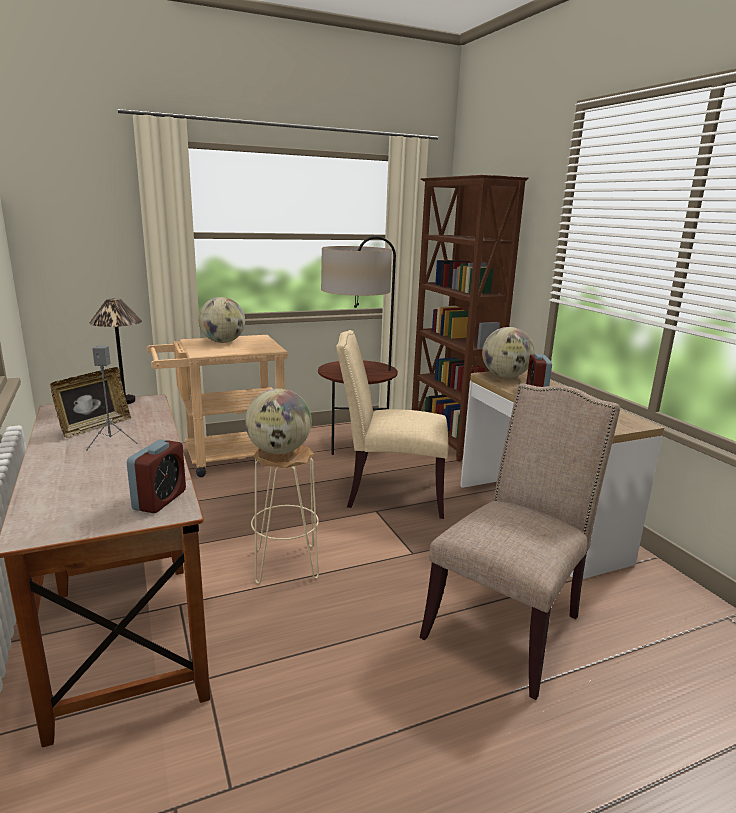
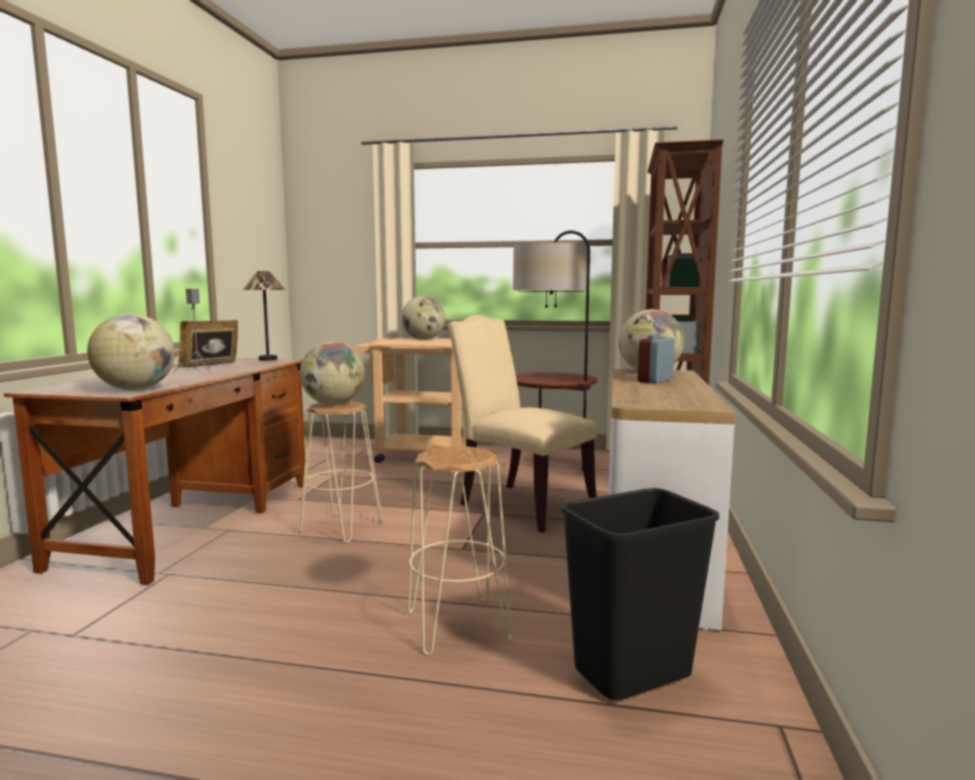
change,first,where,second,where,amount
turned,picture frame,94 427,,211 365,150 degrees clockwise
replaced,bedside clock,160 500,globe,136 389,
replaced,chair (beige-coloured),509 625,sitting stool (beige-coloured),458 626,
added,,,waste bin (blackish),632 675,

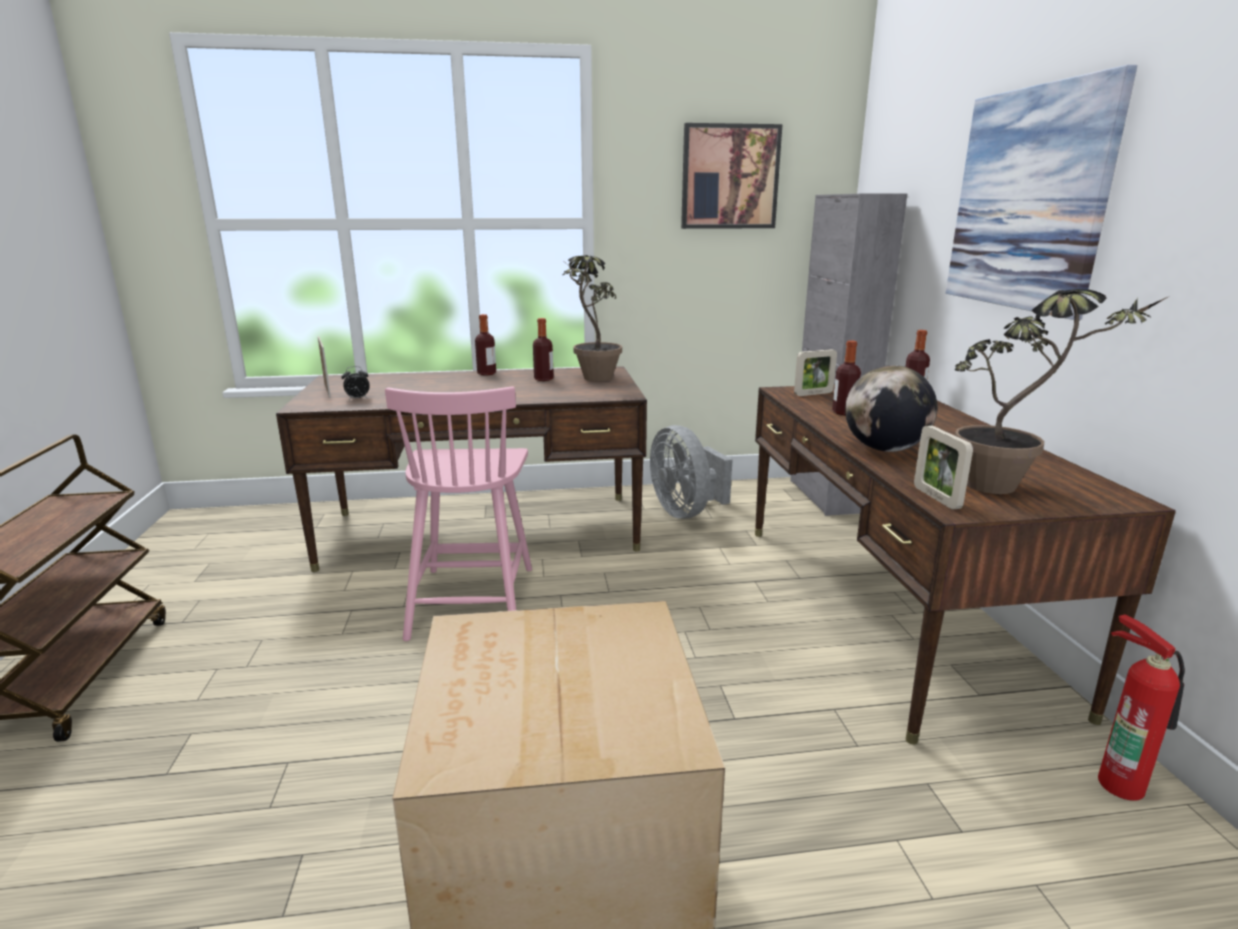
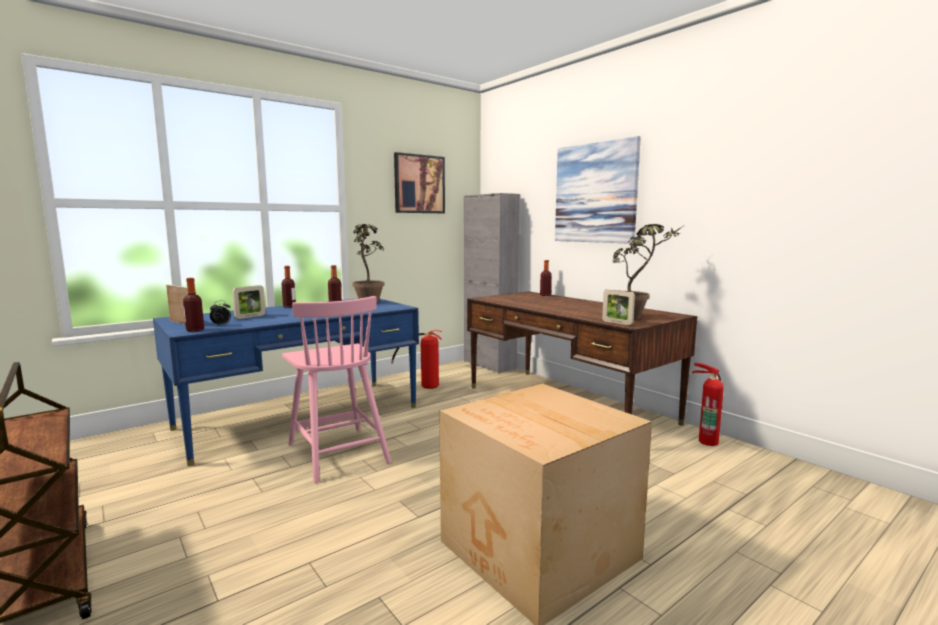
change,first,where,second,where,amount
recoloured,desk table (brown-coloured),482 531,desk table (blue),300 417,
replaced,electric fan (greyish),686 511,fire extinguisher,422 384,
moved,picture frame,813 394,,250 317,
moved,drink bottle,843 412,,195 330,
removed,globe,884 449,,,

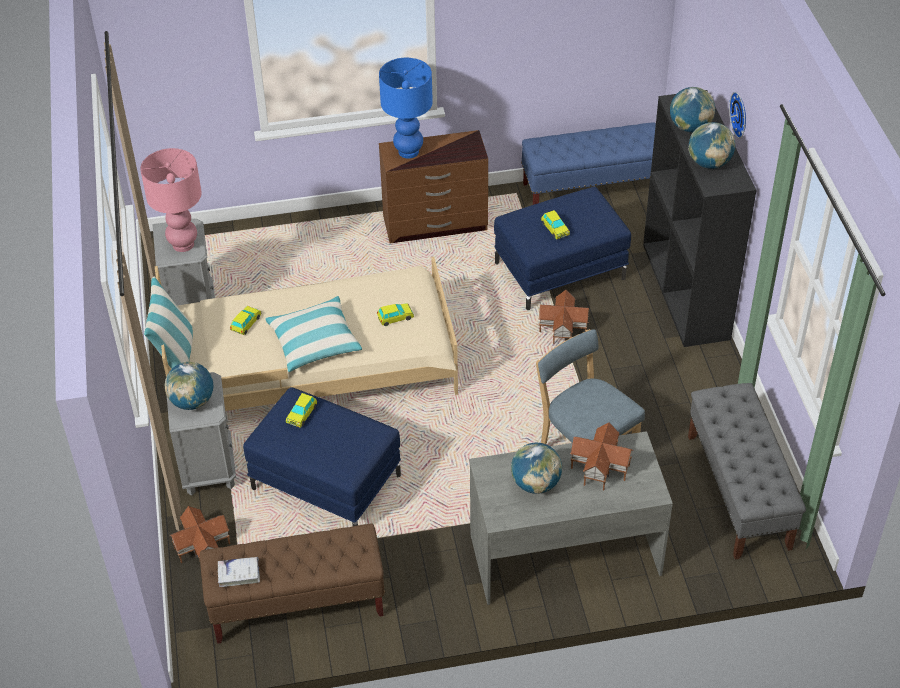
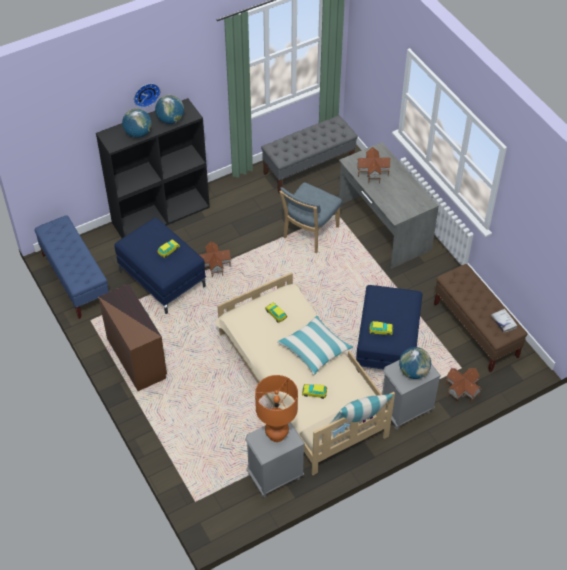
change,first,where,second,where,amount
recoloured,tabletop lamp (pinkish),183 244,tabletop lamp (orangey),276 434,
removed,tabletop lamp (blue),408 152,,,
removed,globe,535 484,,,

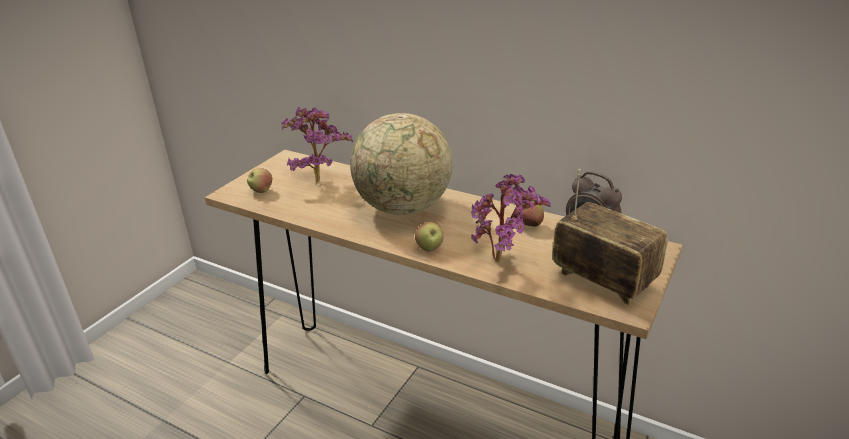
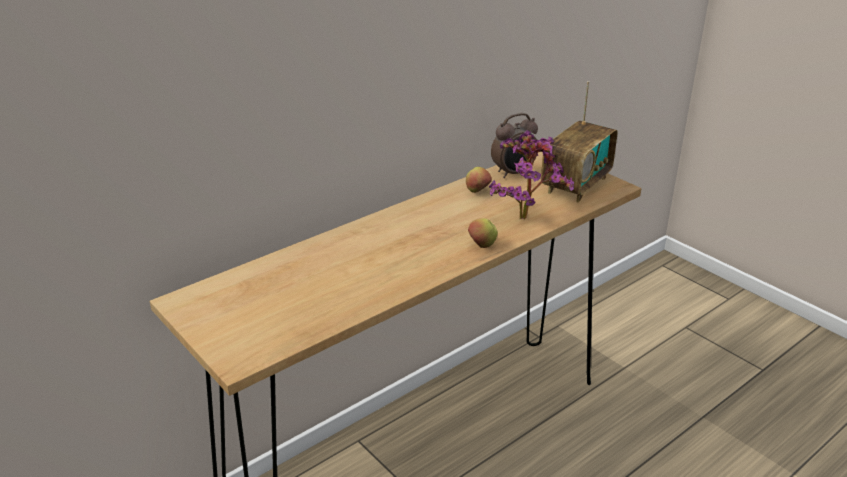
change,first,where,second,where,amount
removed,apple,262 191,,,
removed,potted plant,317 179,,,
removed,globe,404 208,,,
turned,radio set,603 280,,576 185,150 degrees clockwise

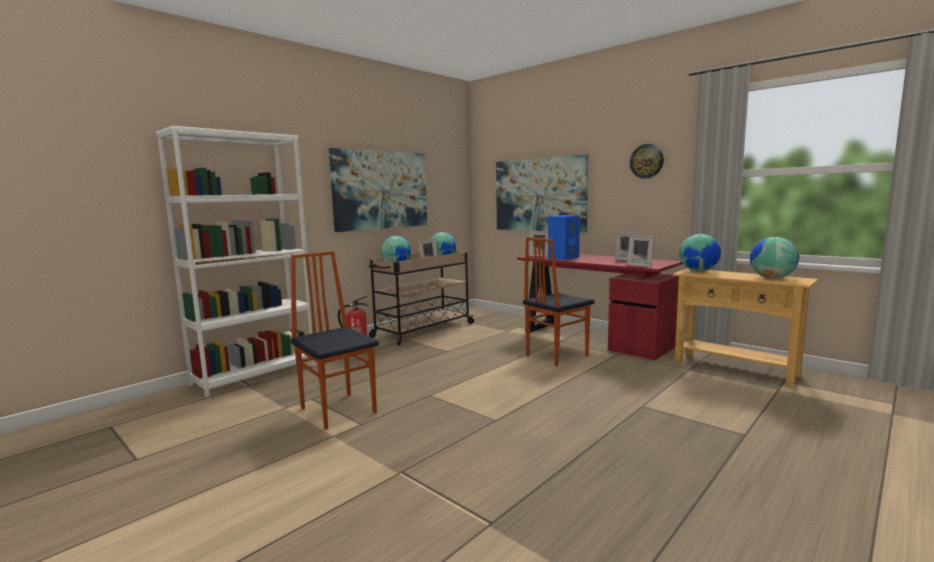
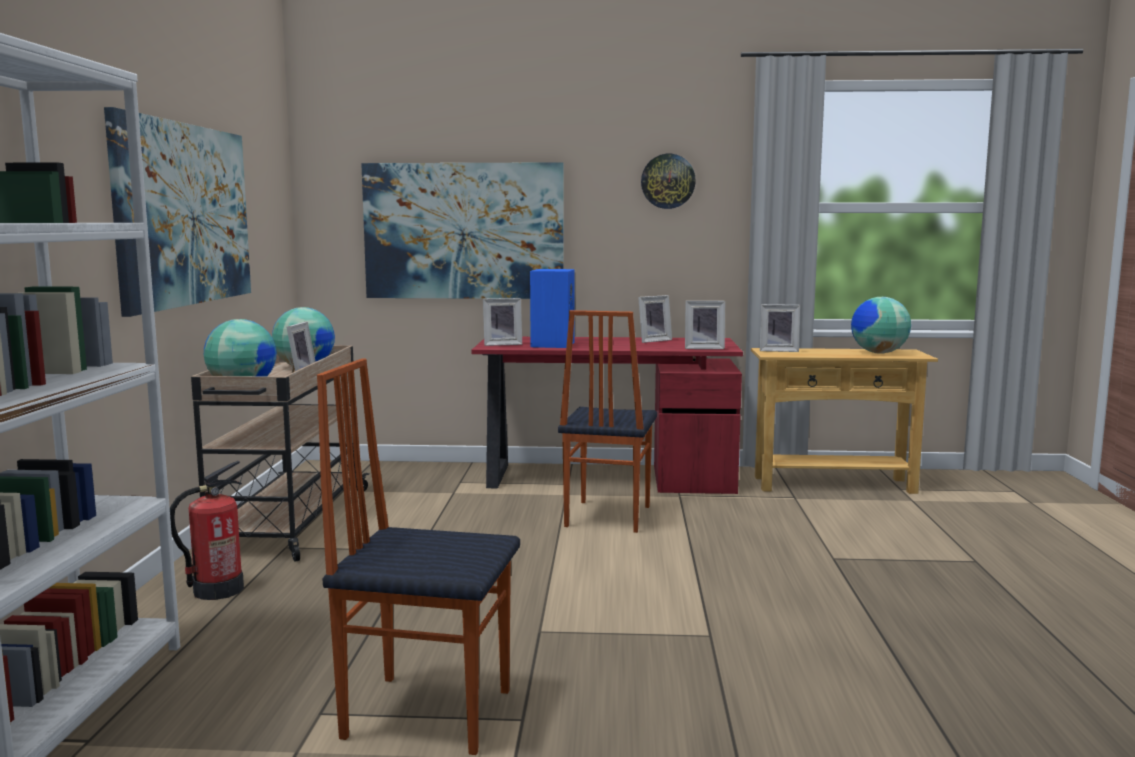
change,first,where,second,where,amount
replaced,globe,698 271,picture frame,778 350,

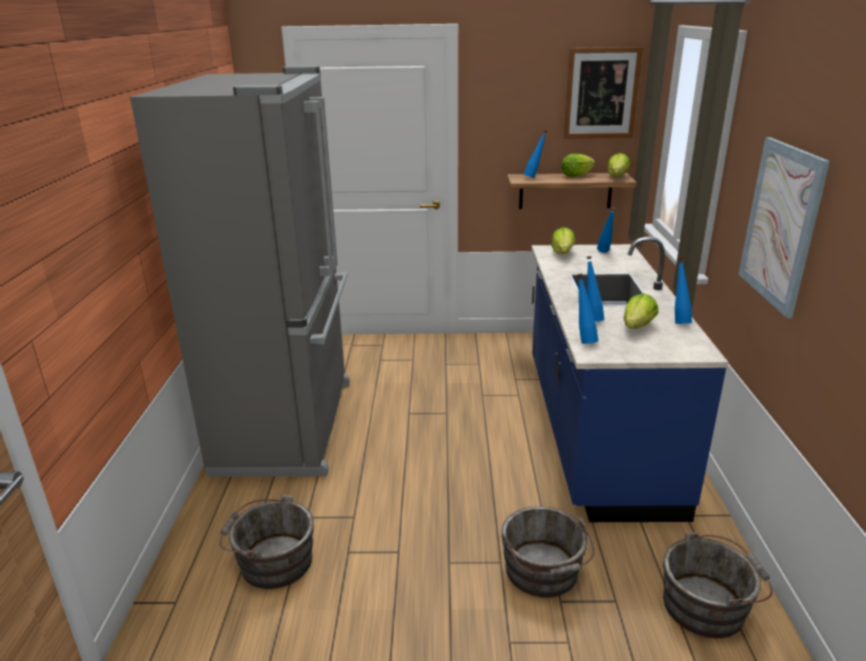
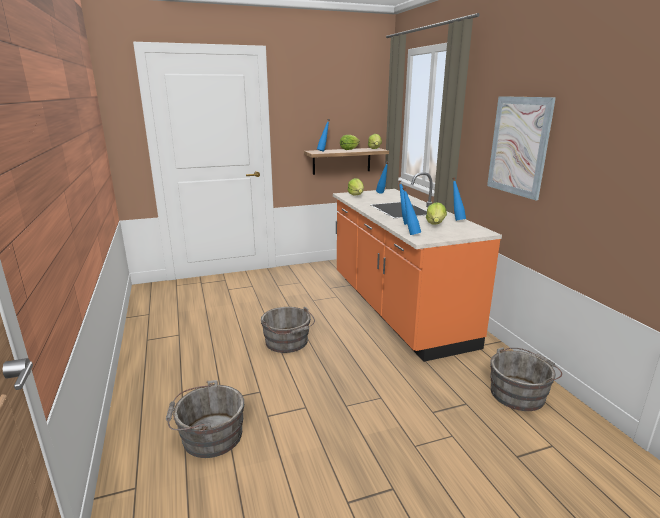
change,first,where,second,where,amount
removed,fridge (greyish),289 424,,,
moved,bucket (greyish),543 573,,288 342,
recoloured,counter (blue),595 431,counter (orangey),397 309,
removed,picture,601 93,,,

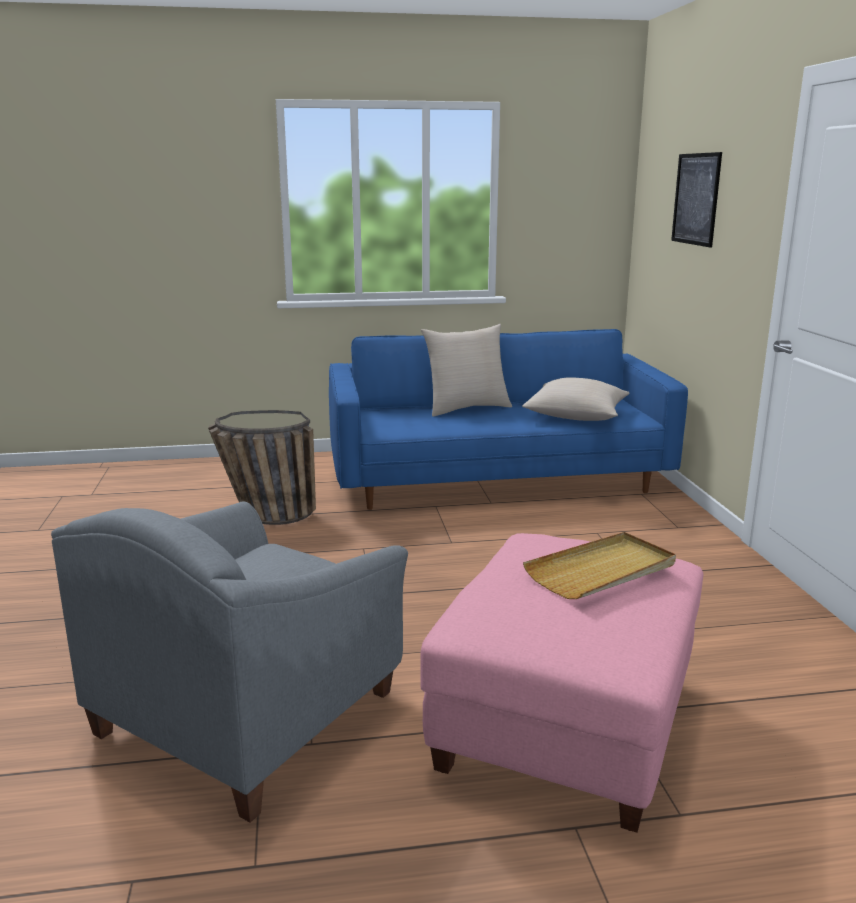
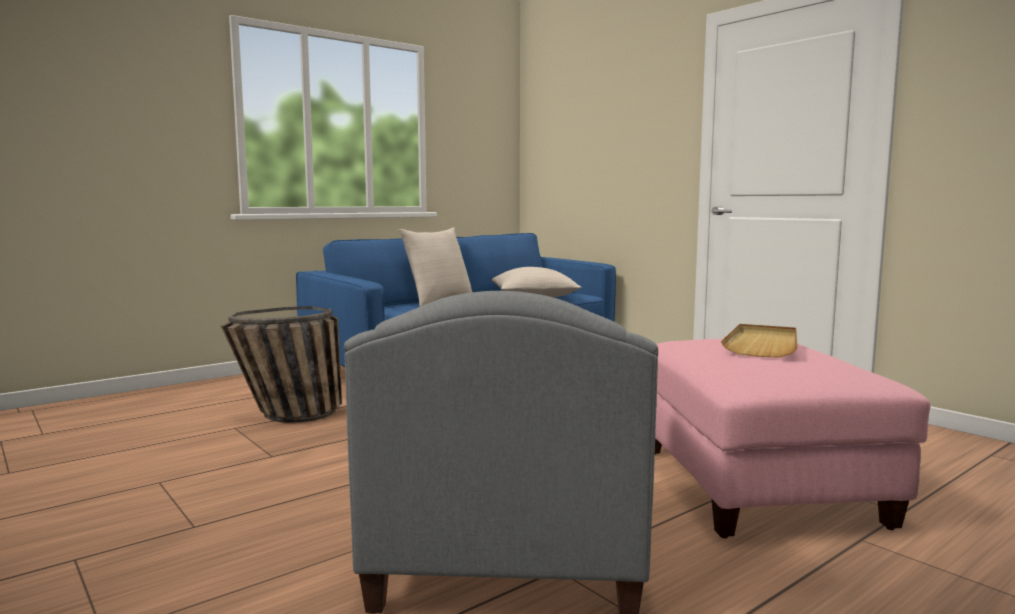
change,first,where,second,where,amount
removed,picture,696 199,,,

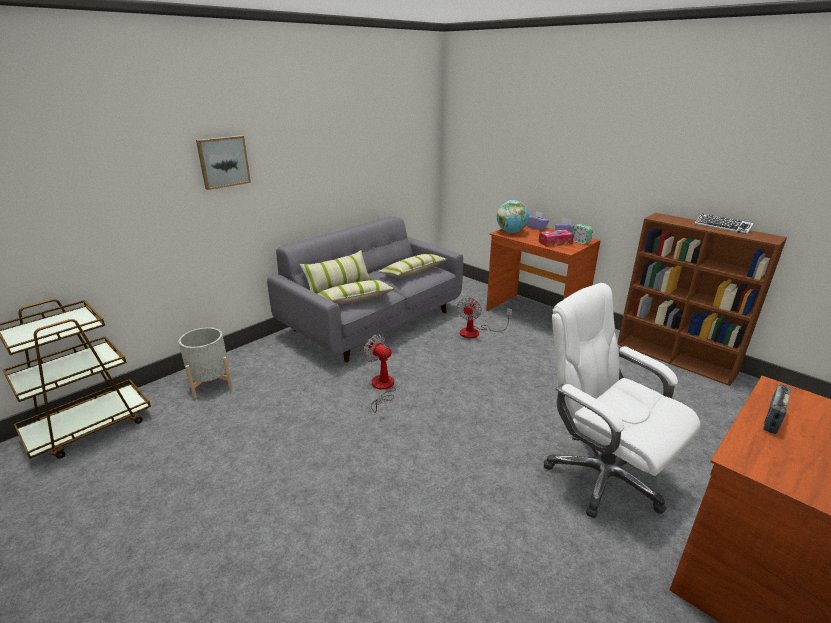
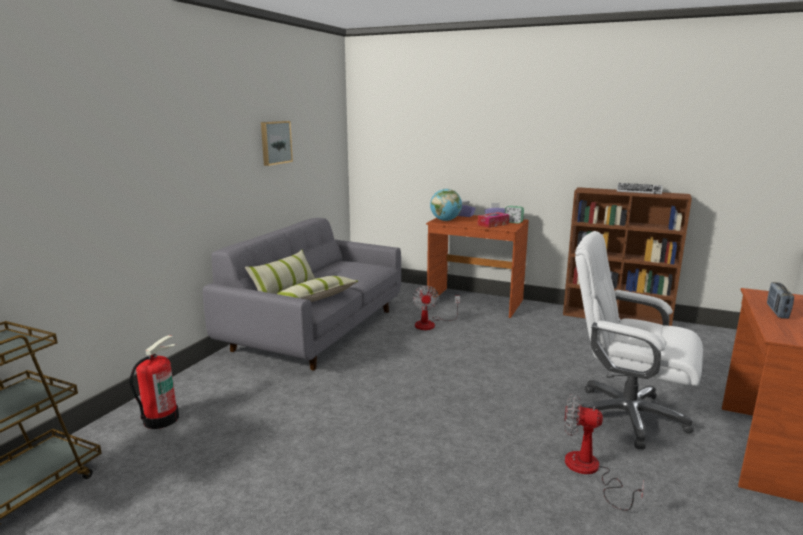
change,first,where,second,where,amount
replaced,flower pot (greyish),211 383,fire extinguisher,161 419,
moved,picture,223 162,,275 142,
moved,electric fan,382 388,,589 471,
removed,throw pillow,413 272,,,

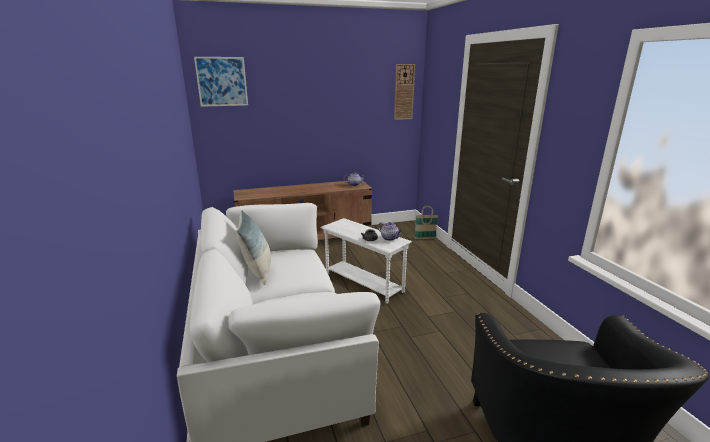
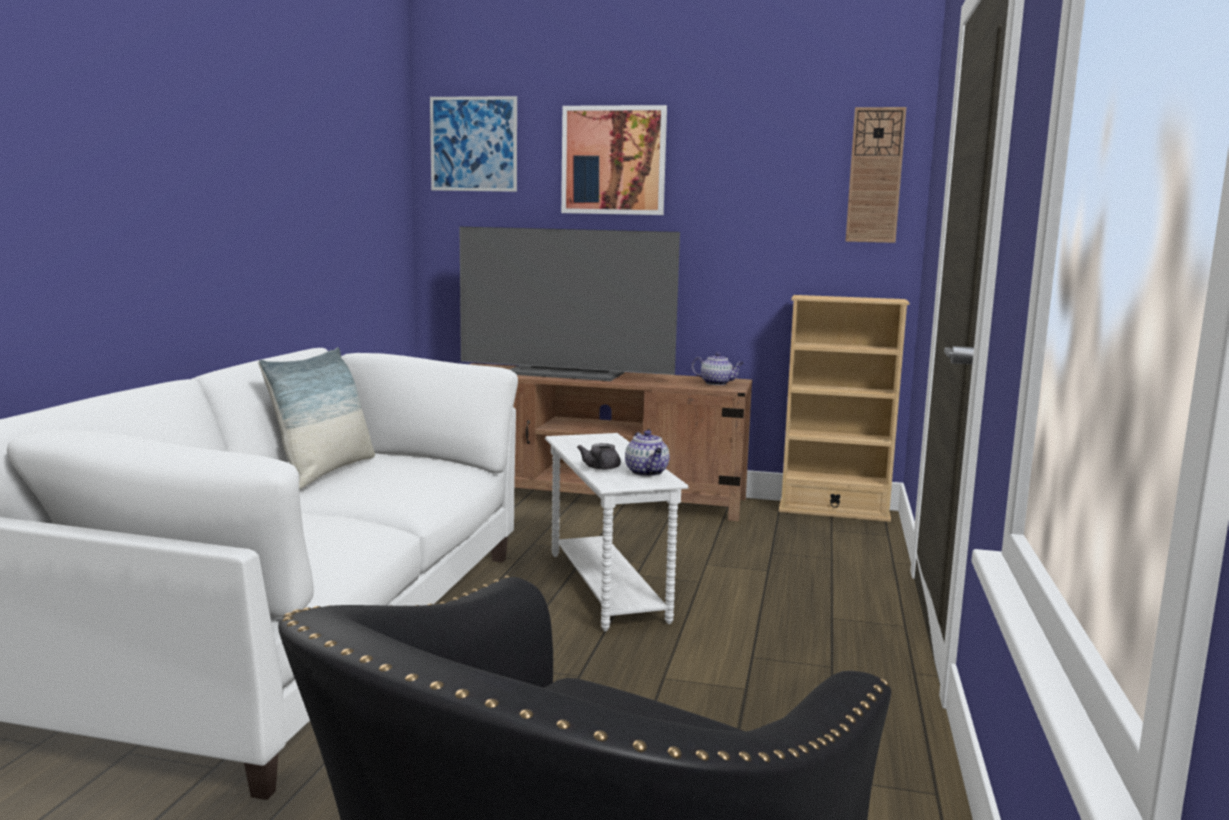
change,first,where,second,where,amount
removed,household basket,425 238,,,
added,,,television,566 373,
added,,,picture,614 160,
added,,,shelving unit (beige-coloured),833 511,

